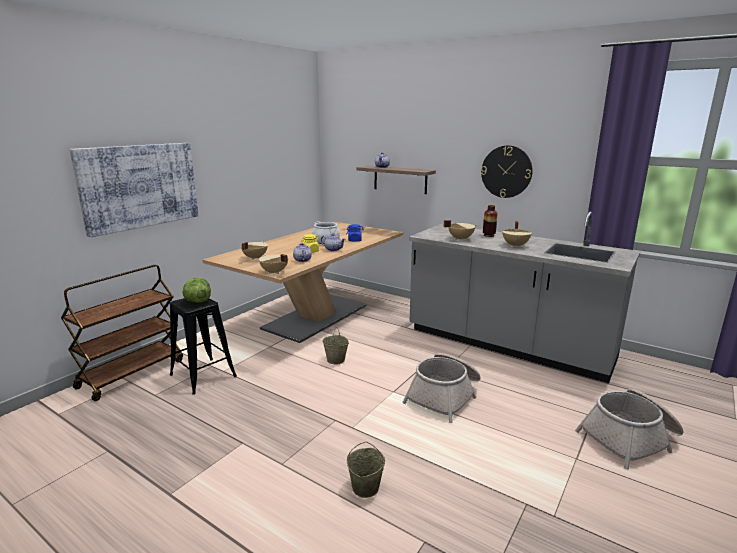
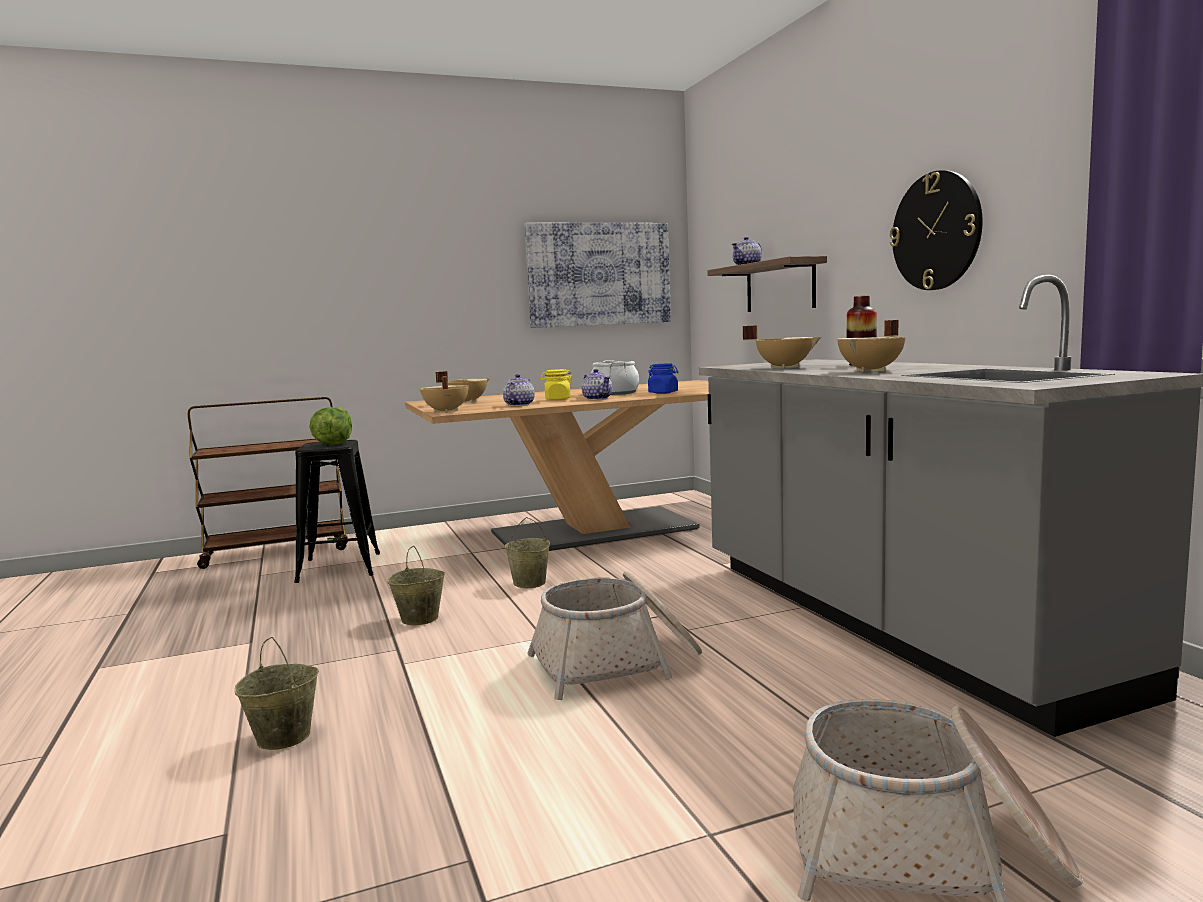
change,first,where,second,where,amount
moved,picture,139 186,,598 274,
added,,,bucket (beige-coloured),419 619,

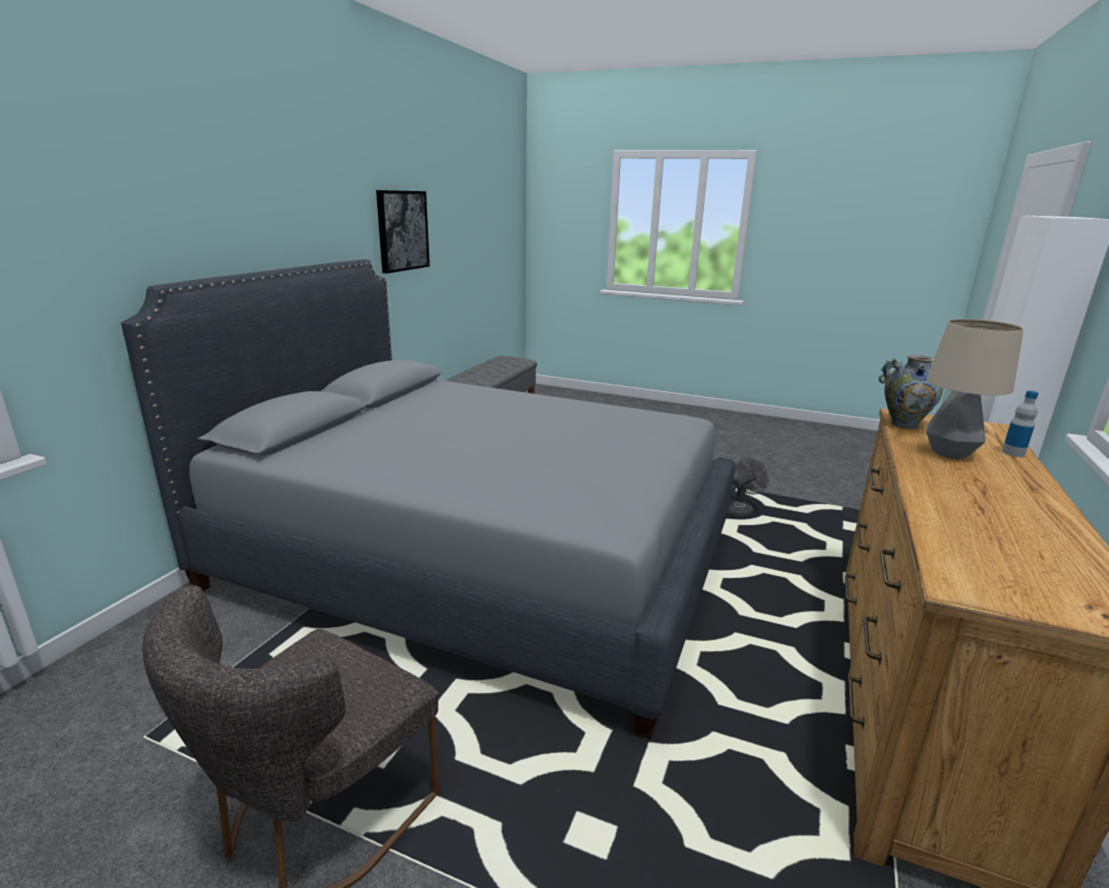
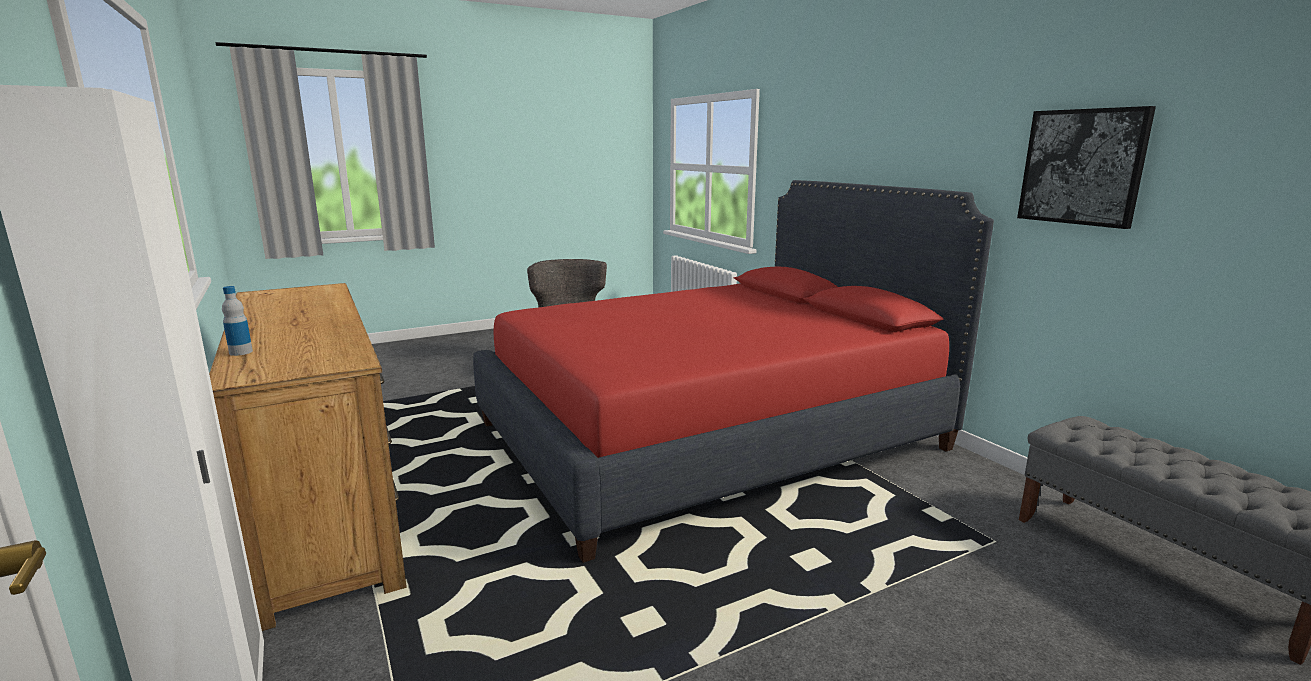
change,first,where,second,where,amount
recoloured,bed (greyish),477 559,bed (red-coloured),710 436,
removed,electric fan (greyish),740 511,,,
removed,vase,904 424,,,
removed,tabletop lamp,950 454,,,

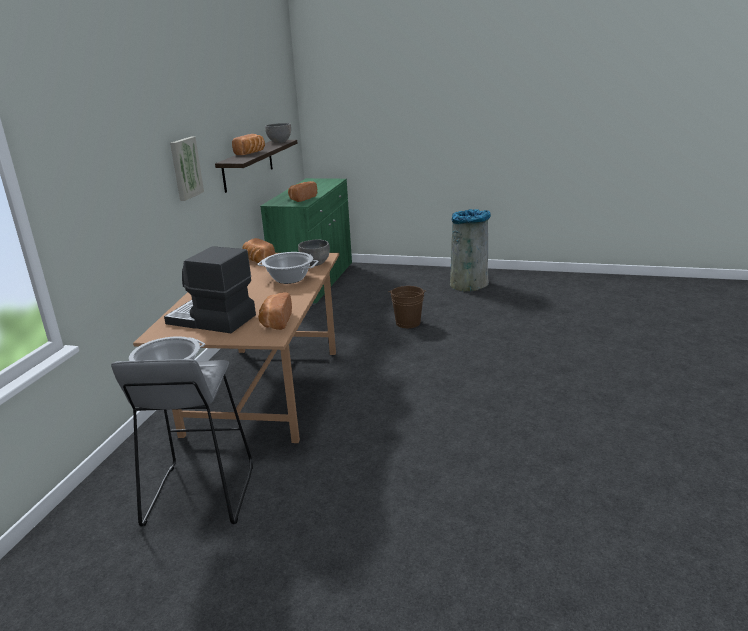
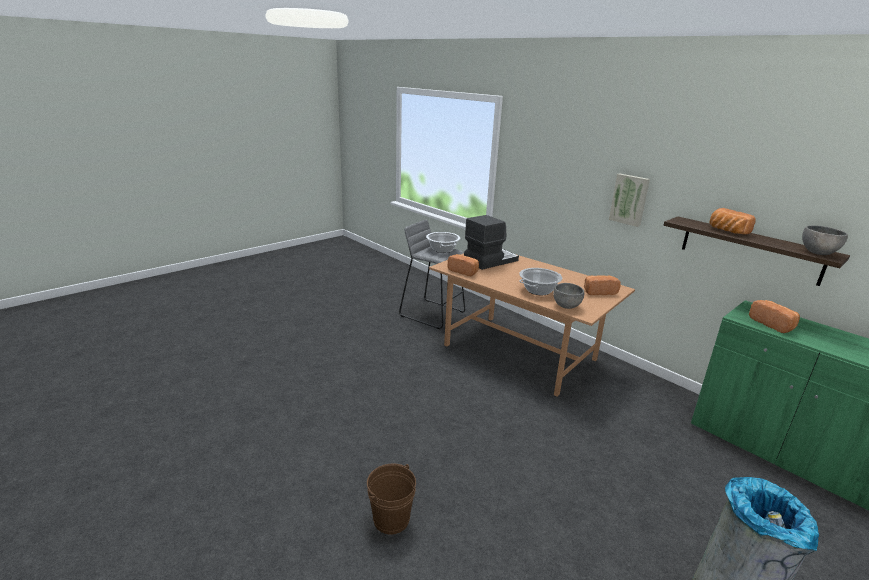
change,first,where,second,where,amount
moved,bucket (brown-coloured),408 323,,391 519,

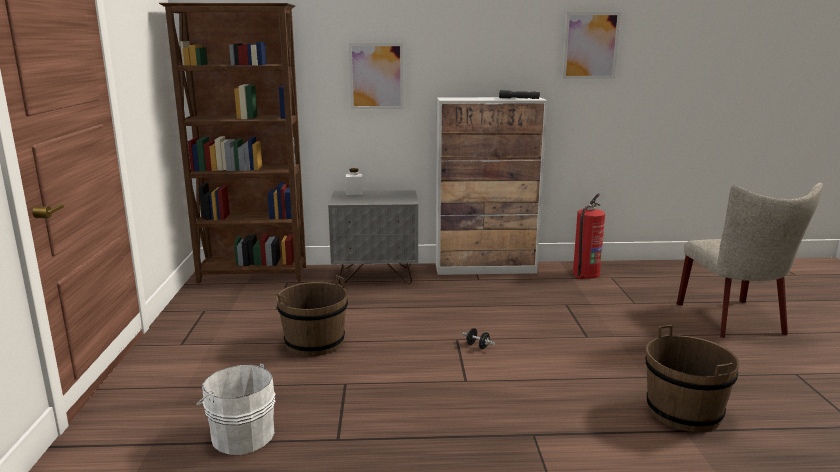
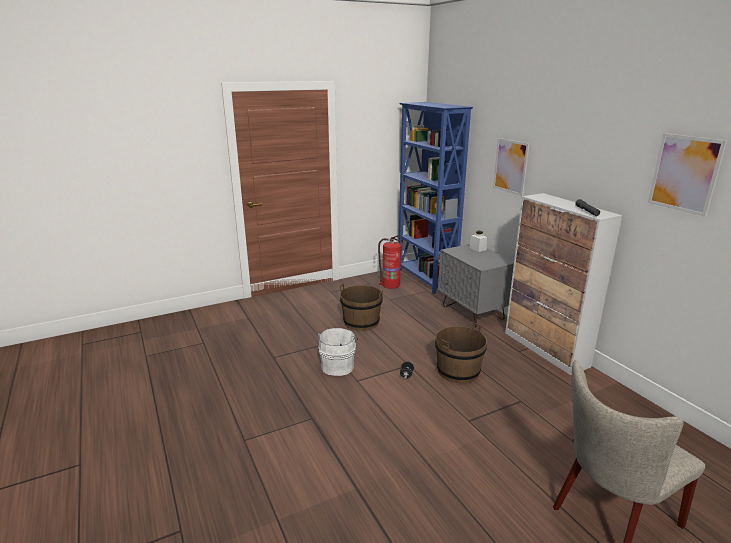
change,first,where,second,where,amount
recoloured,shelving unit (brown-coloured),254 275,shelving unit (blue),425 279,
moved,bucket (whitish),241 435,,338 365,
moved,fire extinguisher,585 273,,390 284,
moved,bucket (brown-coloured),683 412,,458 371,

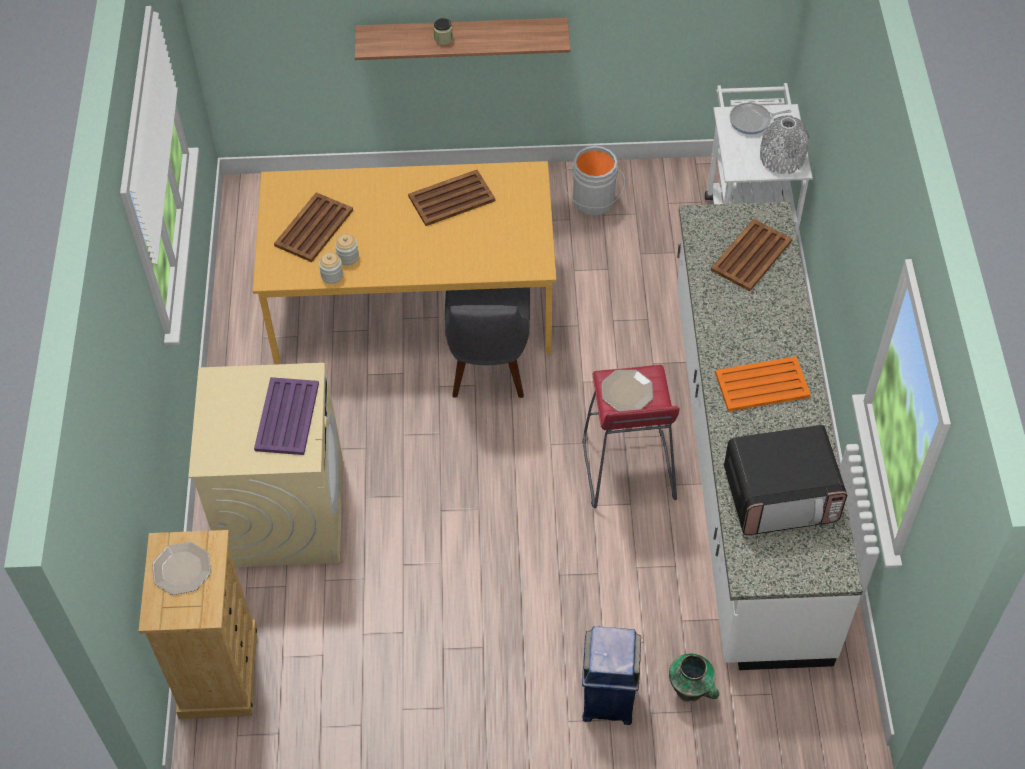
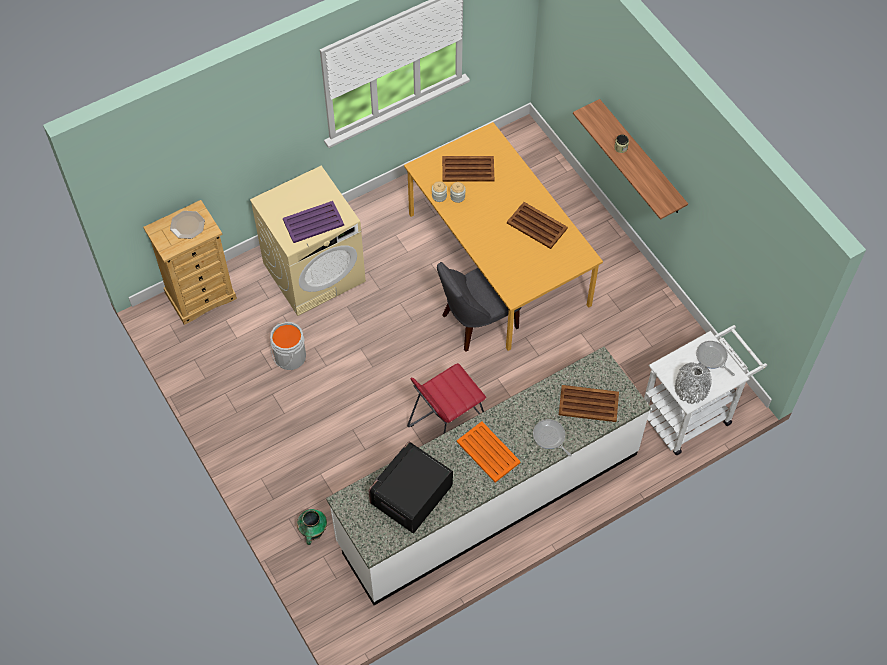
change,first,where,second,where,amount
moved,bucket (greyish),593 201,,288 357,
removed,waste bin (blue),608 699,,,
removed,flat dish,626 391,,,
turned,kitchen microwave,781 496,,411 496,75 degrees clockwise
added,,,skillet,550 437,

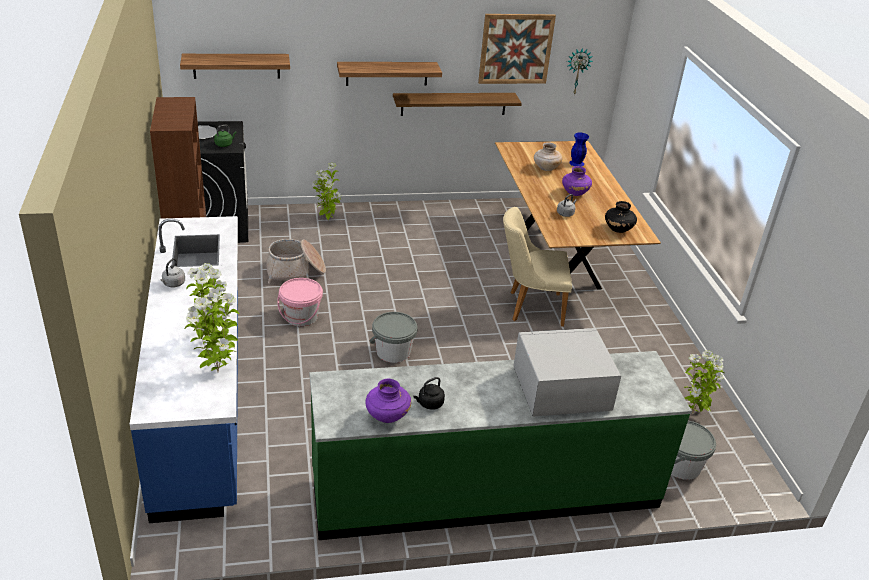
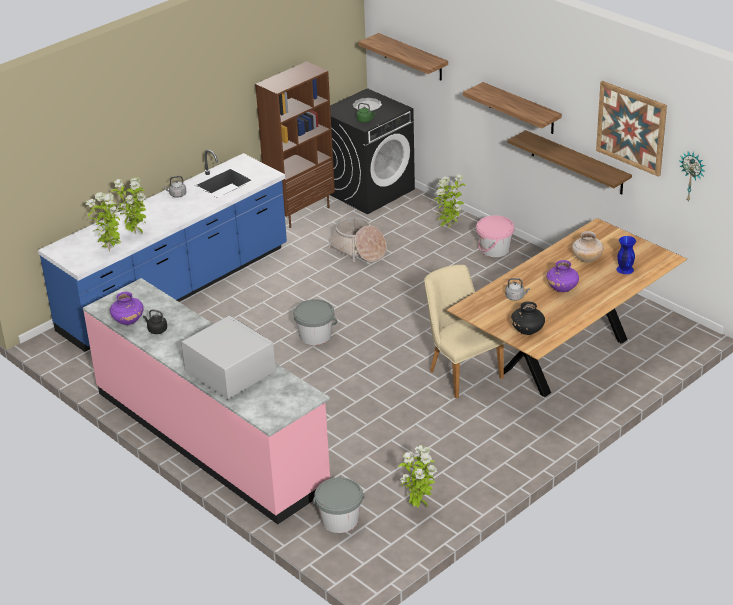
change,first,where,second,where,amount
moved,bucket (pinkish),301 316,,494 249,
recoloured,counter (greenish),485 490,counter (pinkish),211 438,

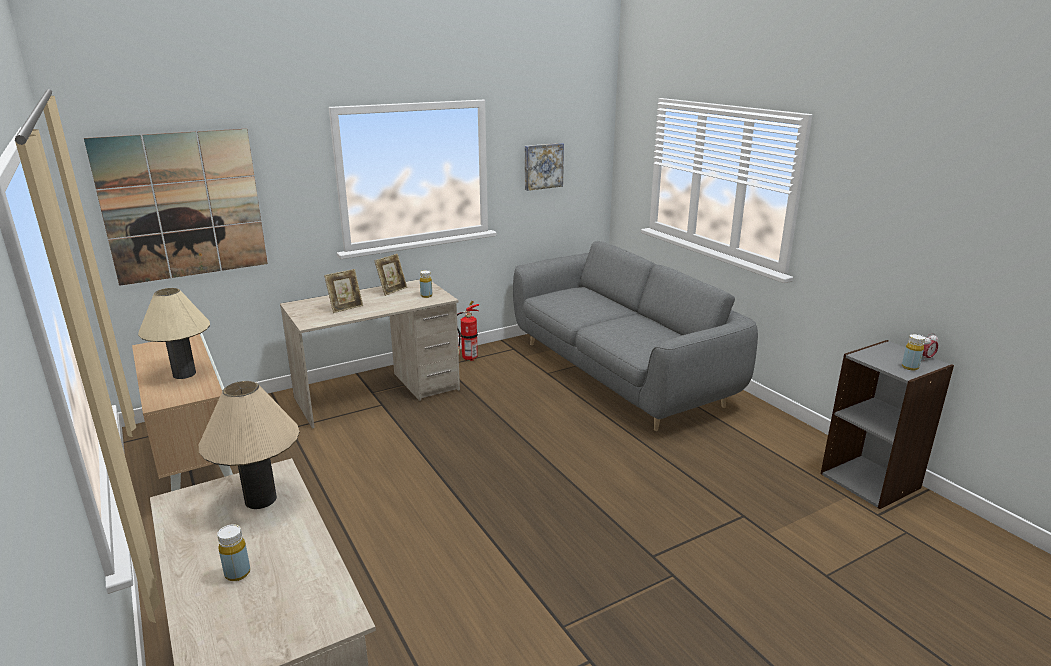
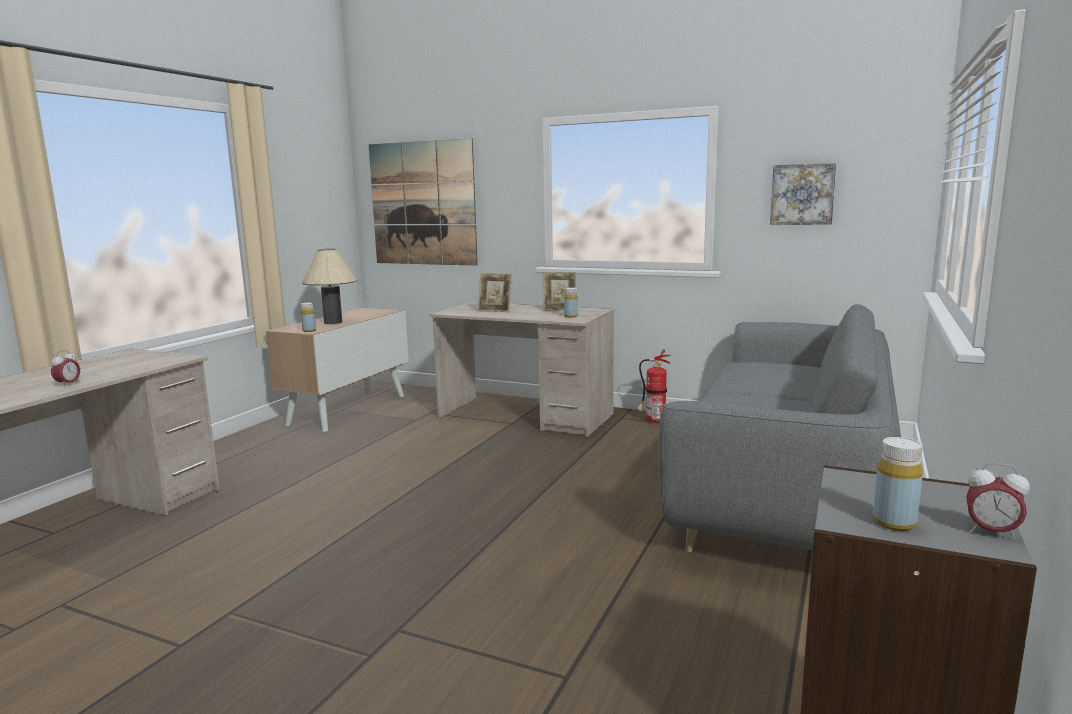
change,first,where,second,where,amount
removed,tabletop lamp (beige-coloured),260 499,,,
moved,drink bottle (yellowish),237 573,,309 331,
added,,,bedside clock,68 384,

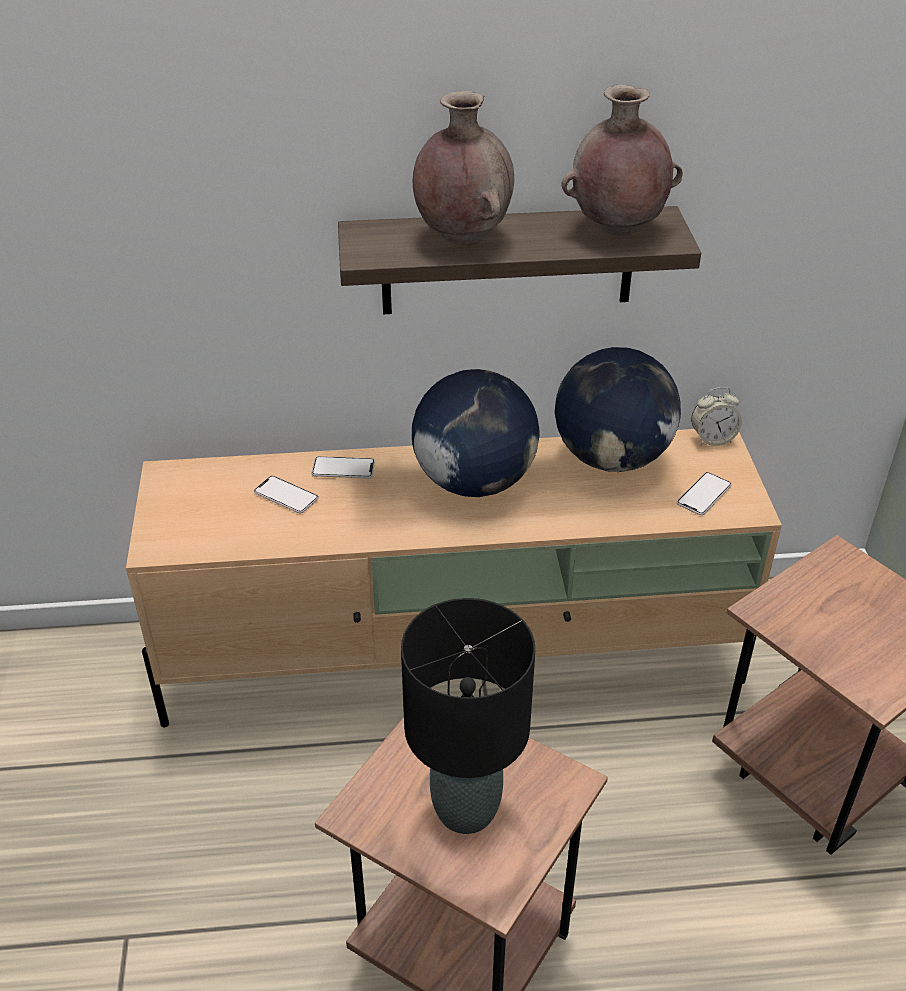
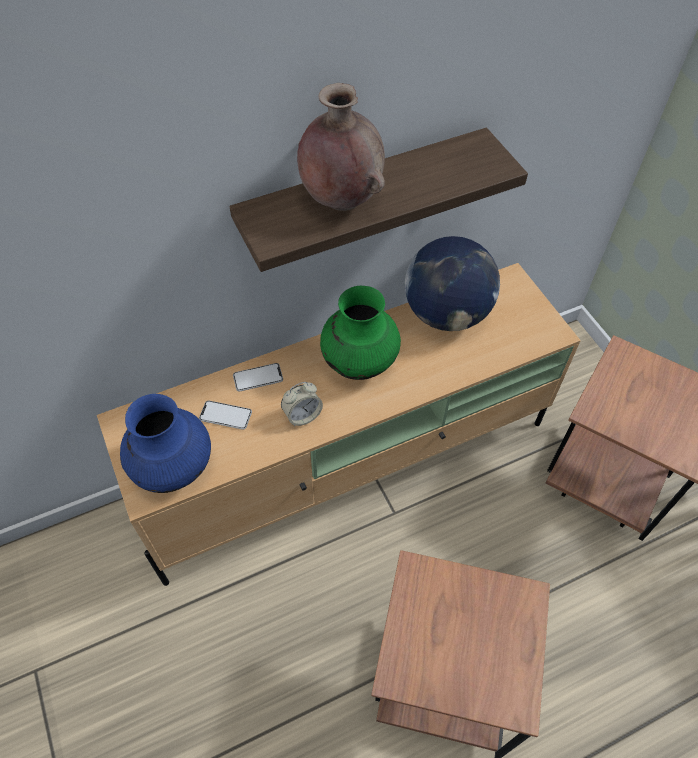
change,first,where,second,where,amount
removed,tabletop lamp (blackish),466 808,,,
replaced,globe,474 481,vase (greenish),359 362,
removed,vase (brown-coloured),616 228,,,
removed,handset,704 495,,,
moved,bedside clock,712 439,,302 415,
added,,,vase (blue),173 467,

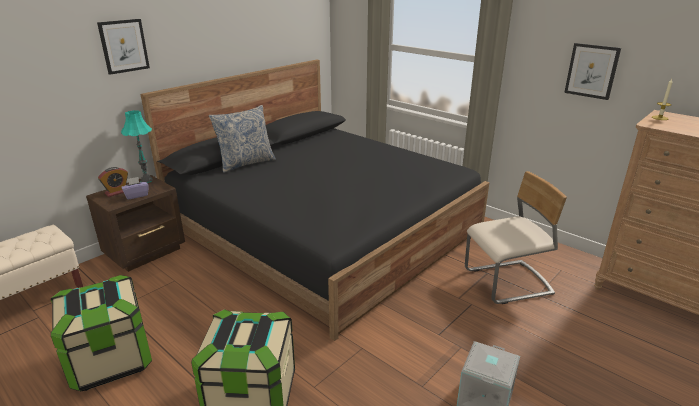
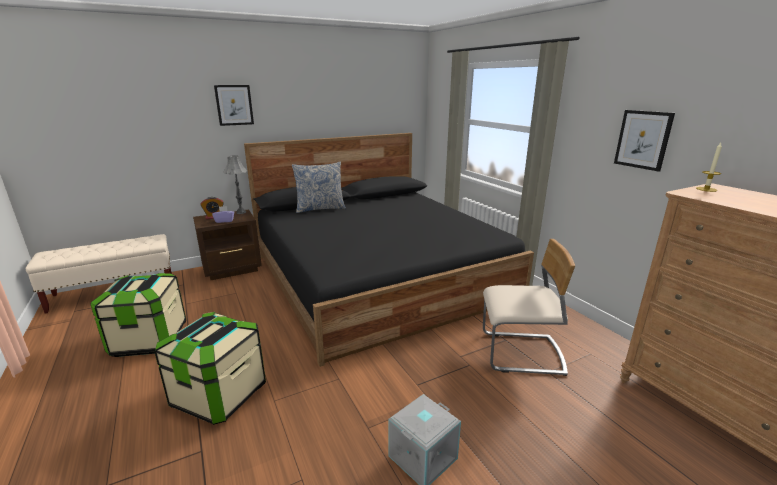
change,first,where,second,where,amount
recoloured,tabletop lamp (turquoise),146 180,tabletop lamp (greyish),241 212,

